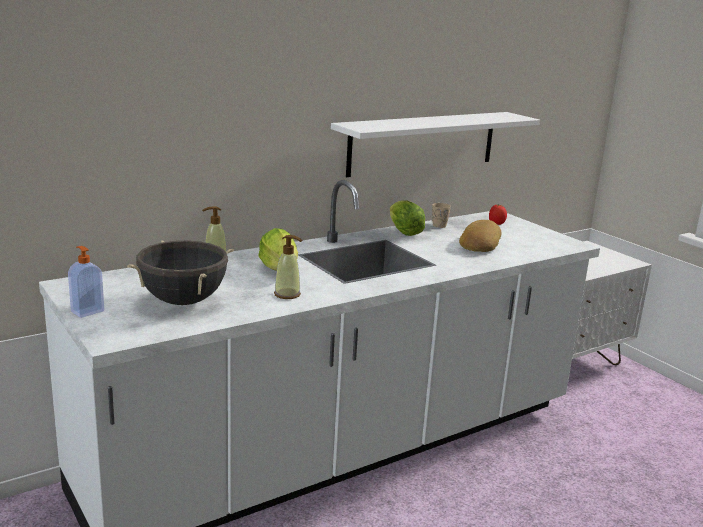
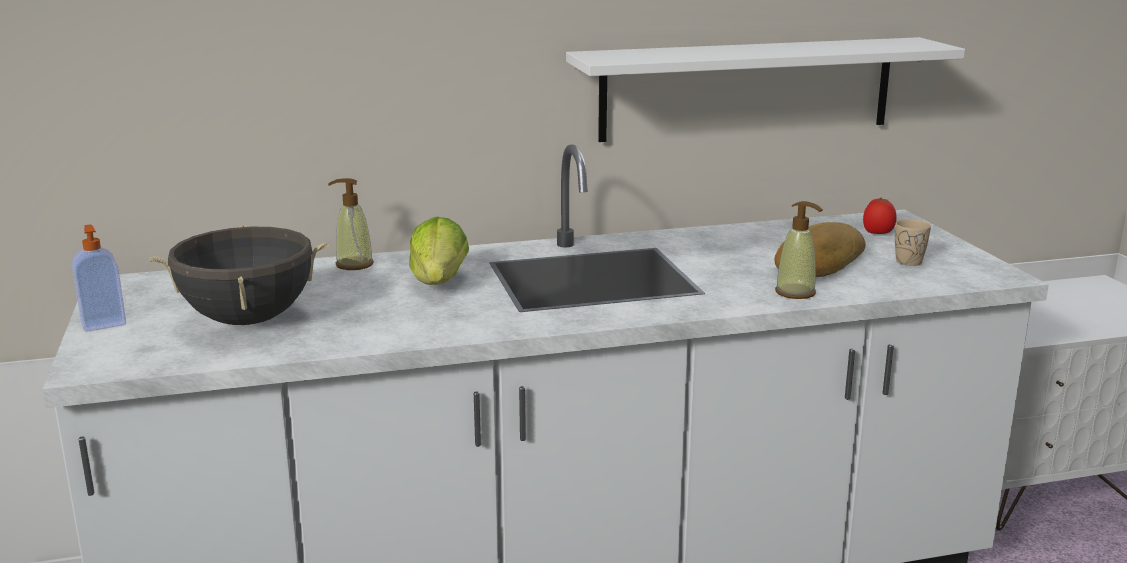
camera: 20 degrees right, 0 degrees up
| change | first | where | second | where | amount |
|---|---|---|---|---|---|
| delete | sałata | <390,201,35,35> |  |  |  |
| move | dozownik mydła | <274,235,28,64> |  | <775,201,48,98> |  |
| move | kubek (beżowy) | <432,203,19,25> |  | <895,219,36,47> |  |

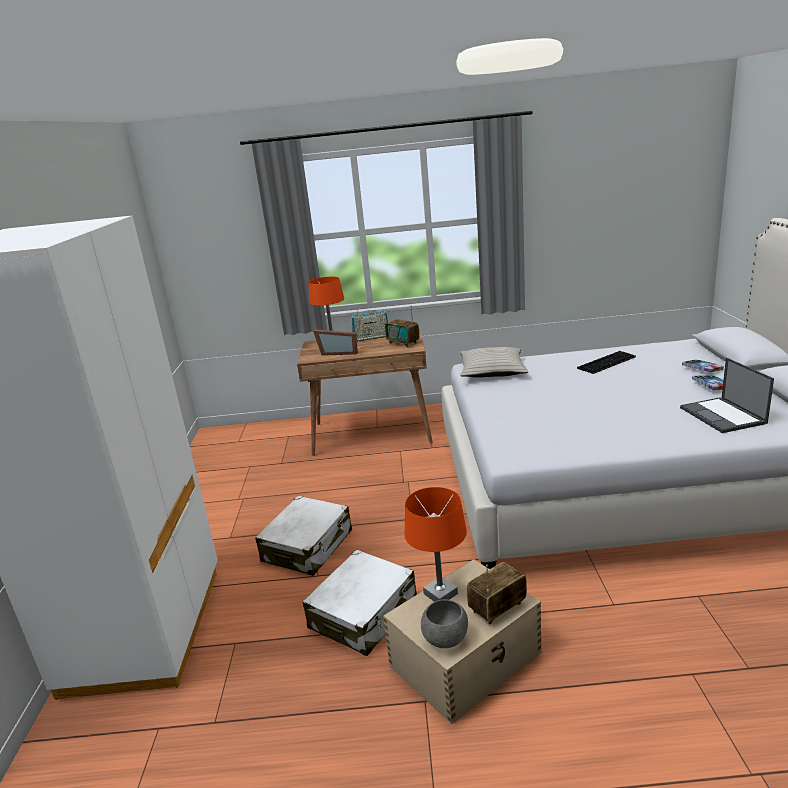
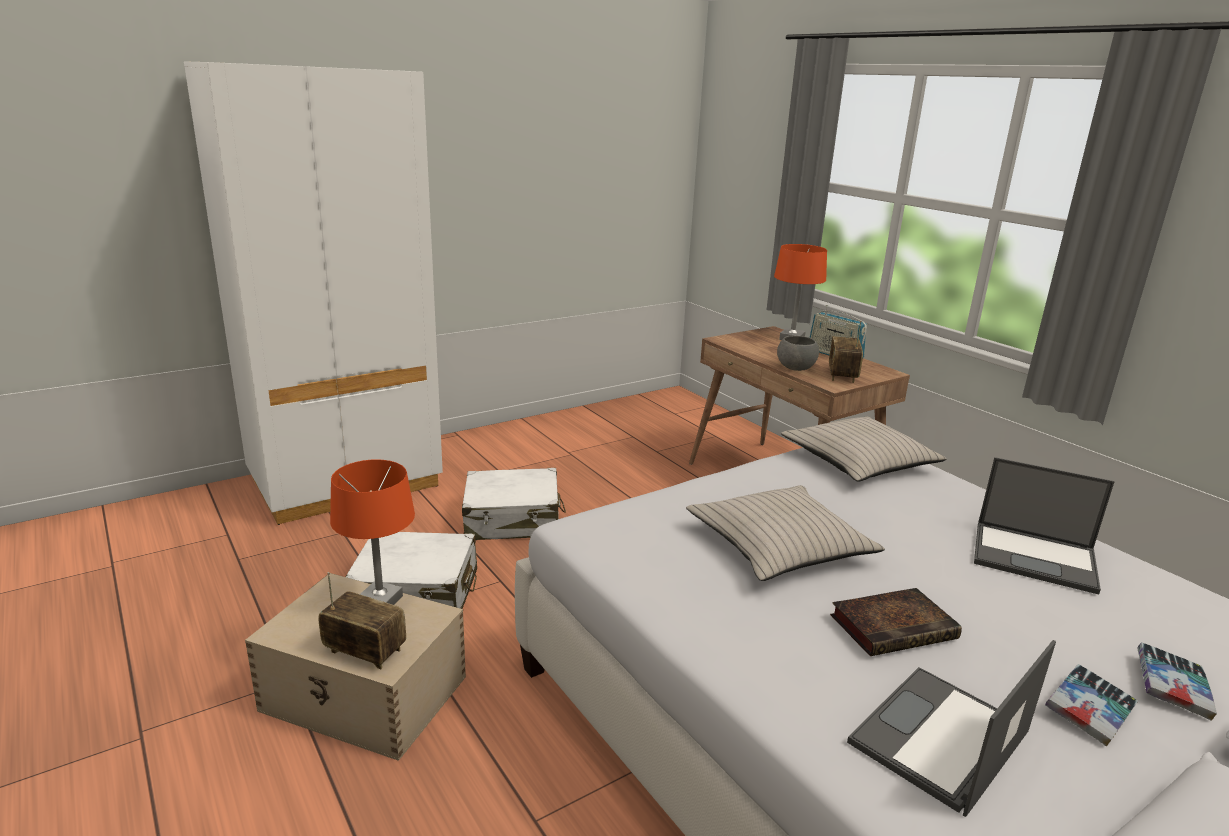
camera: 55 degrees right, 0 degrees up
| change | first | where | second | where | amount |
|---|---|---|---|---|---|
| delete | ramka na zdjęcie | <313,329,45,27> |  |  |  |
| insert |  |  | poduszka (beżowy) | <686,485,199,96> |  |
| insert |  |  | książka | <830,588,132,68> |  |
| move | miska (szary) | <421,599,47,49> |  | <777,335,42,36> |  |
| replace | klawiatura | <577,351,59,23> | laptop | <974,457,140,138> |  |

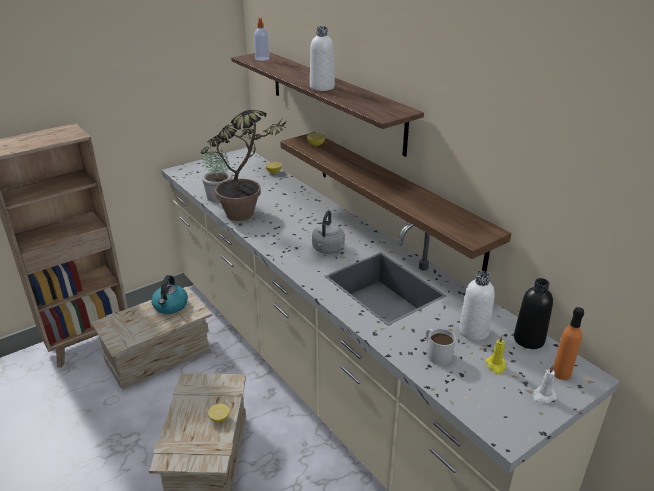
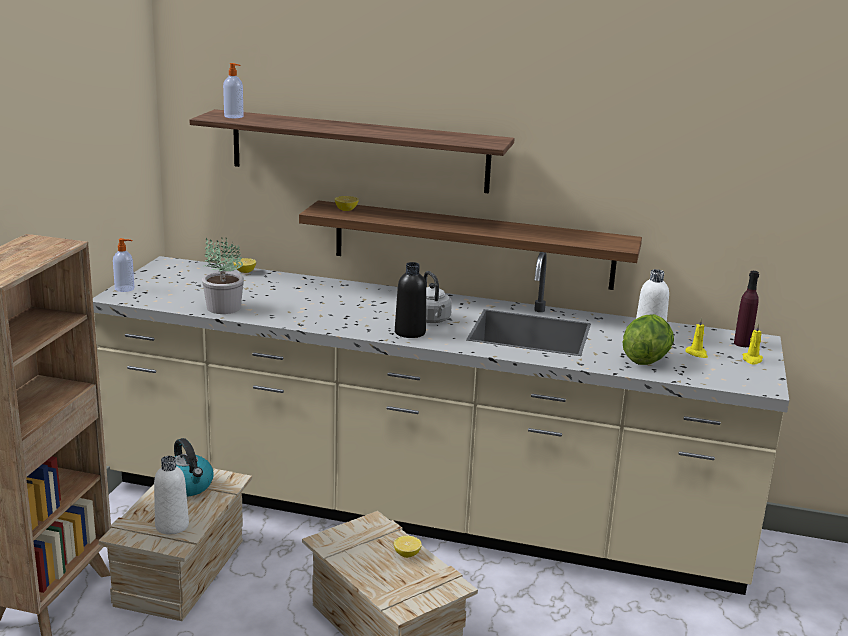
camera: 40 degrees left, 10 degrees down
| change | first | where | second | where | amount |
|---|---|---|---|---|---|
| delete | roślina doniczkowa | <201,110,85,111> |  |  |  |
| insert |  |  | dozownik mydła | <113,238,21,54> |  |
| move | butelka (biały) | <310,26,25,65> |  | <154,456,35,79> |  |
| move | butelka (czarny) | <514,278,39,71> |  | <395,262,31,76> |  |
| replace | kubek (biały) | <426,329,30,36> | sałata | <622,314,52,51> |  |
| recolor | świeca (biały) | <533,365,24,39> | świeca (żółty) | <743,323,20,42> |  |
| recolor | butelka (pomarańczowy) | <553,307,31,73> | butelka (fioletowy) | <734,271,25,76> |  |

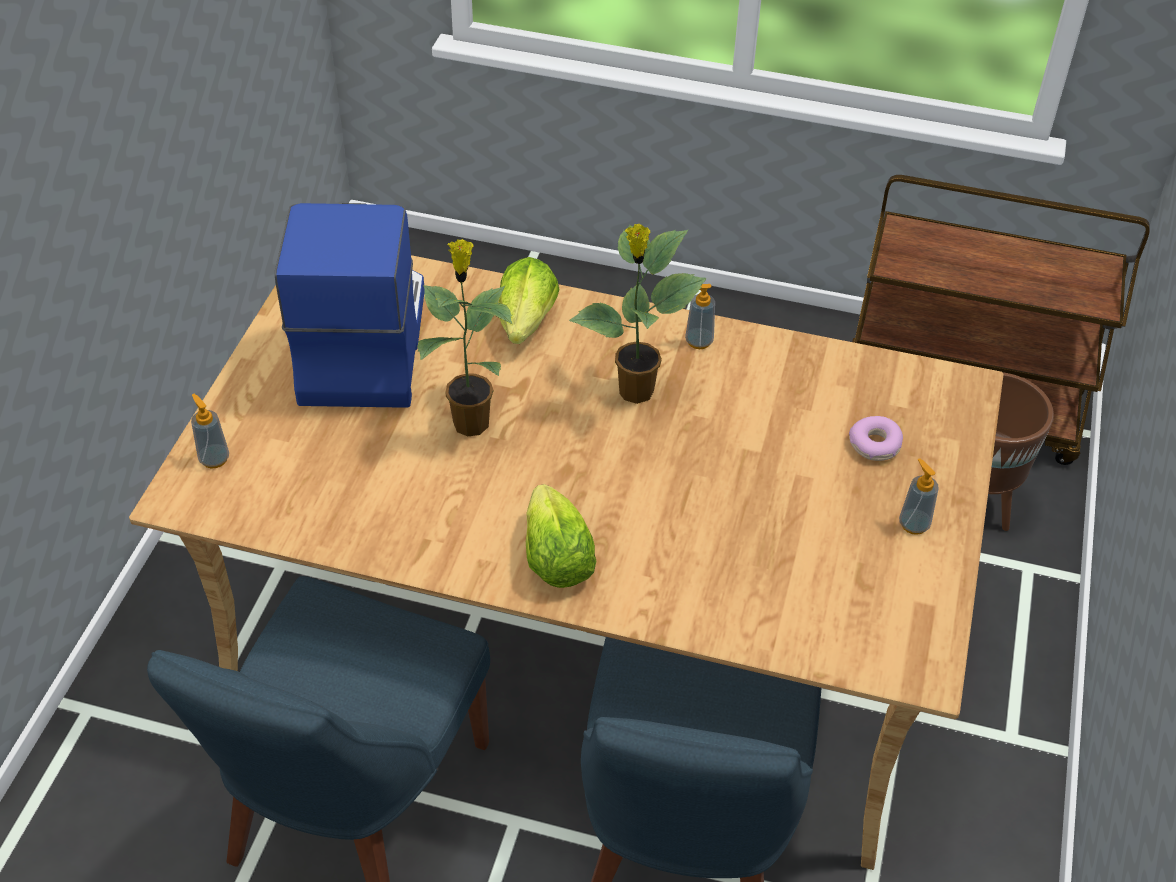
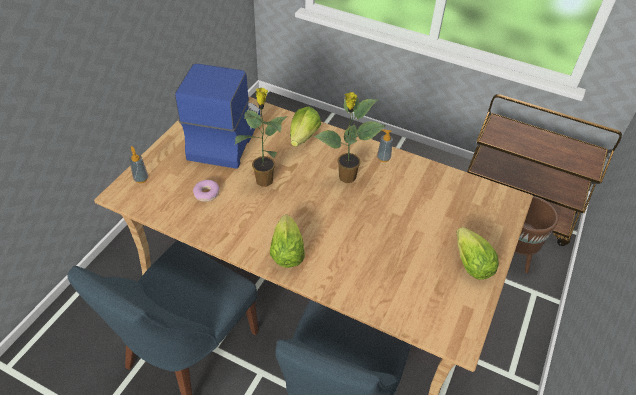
camera: 10 degrees right, 0 degrees up
| change | first | where | second | where | amount |
|---|---|---|---|---|---|
| move | donut | <849,416,54,45> |  | <193,180,27,22> |  |
| replace | dozownik mydła | <899,458,40,77> | sałata | <456,227,43,53> |  |

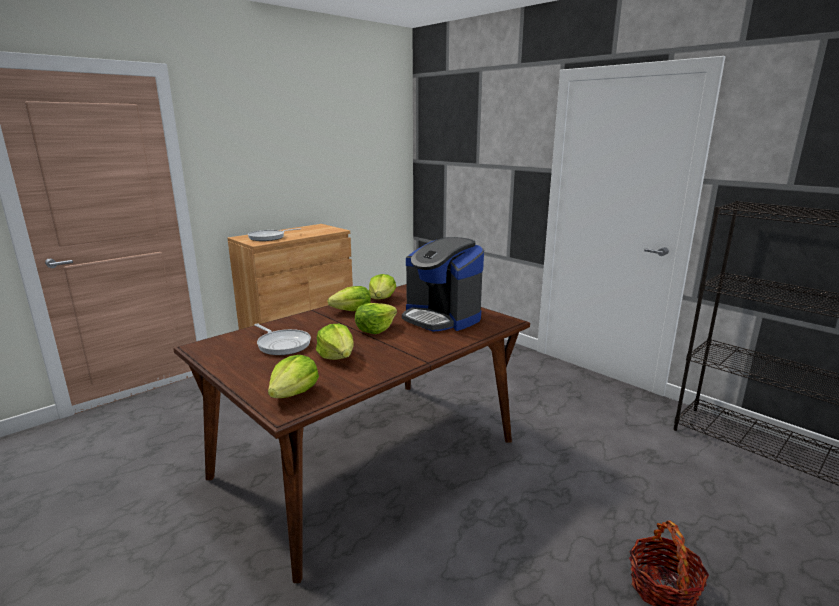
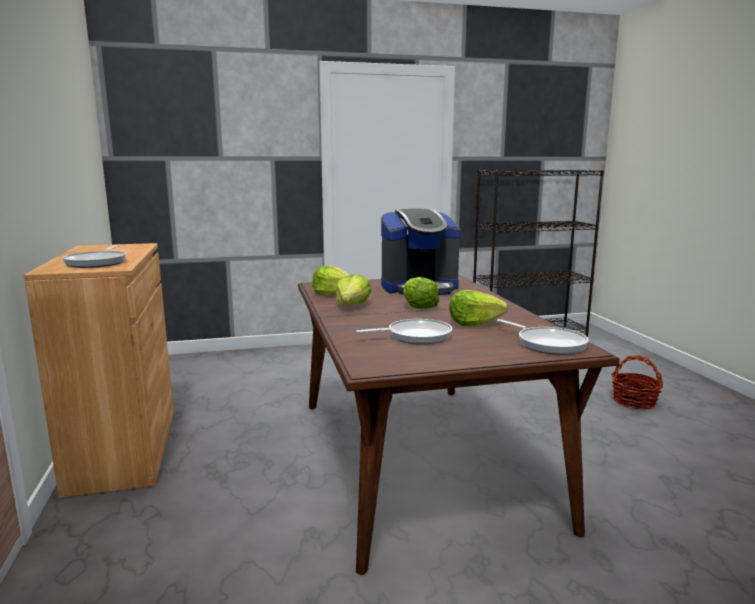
camera: 60 degrees left, 5 degrees down
| change | first | where | second | where | amount |
|---|---|---|---|---|---|
| replace | sałata | <268,355,51,43> | patelnia | <497,319,92,36> |  |

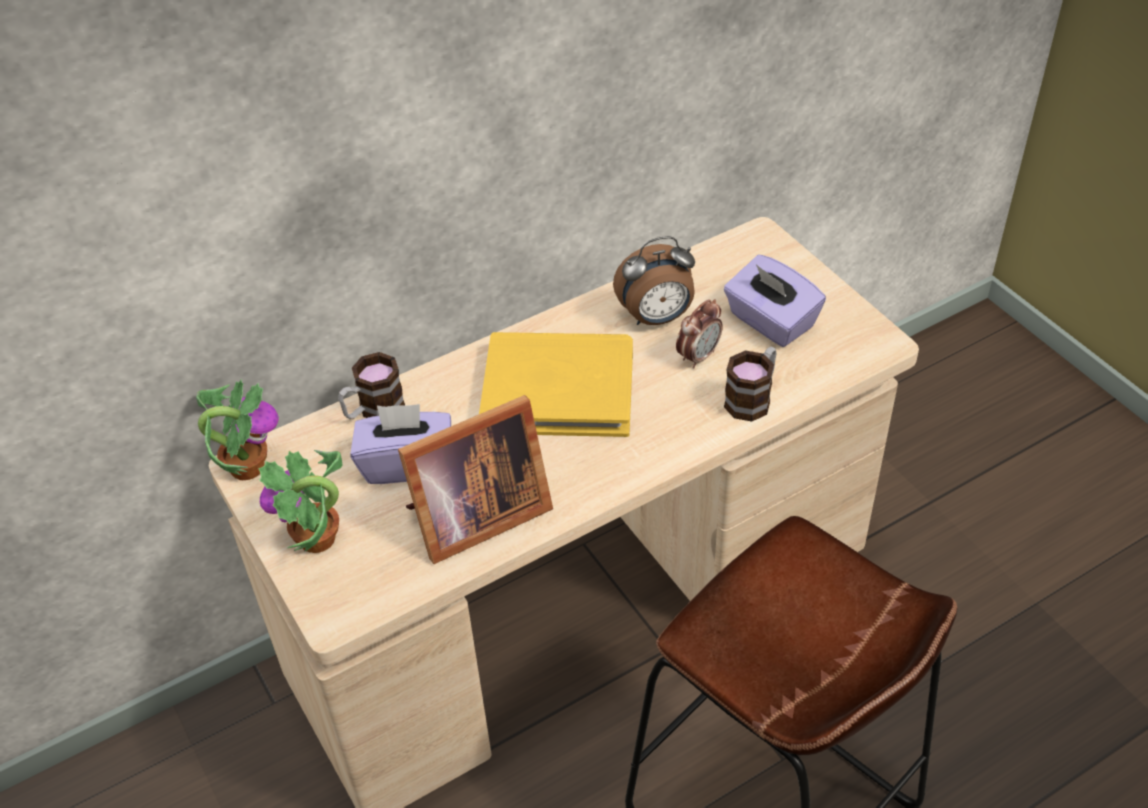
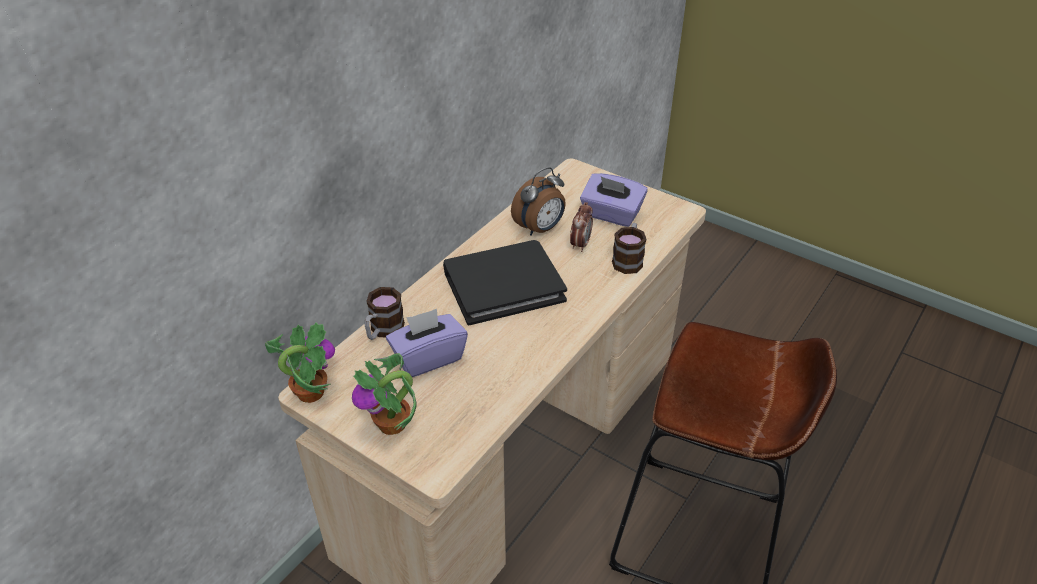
camera: 25 degrees left, 5 degrees down
| change | first | where | second | where | amount |
|---|---|---|---|---|---|
| delete | ramka na zdjęcie | <398,395,155,169> |  |  |  |
| recolor | książka (żółty) | <479,332,154,105> | książka (czarny) | <443,240,124,85> |  |

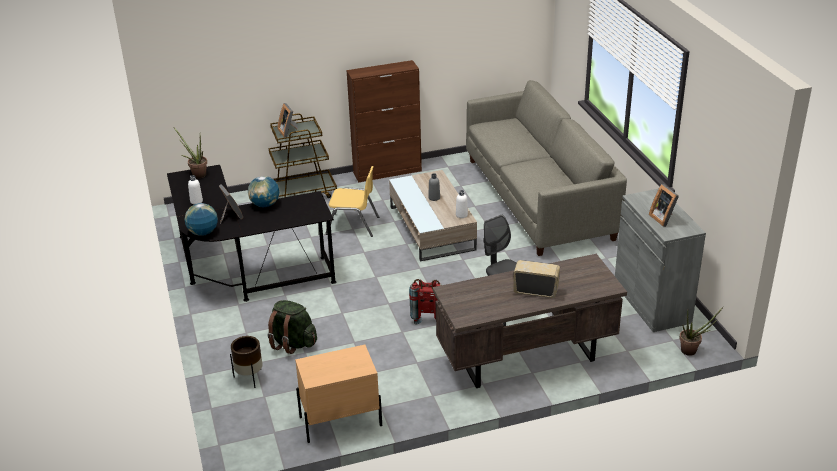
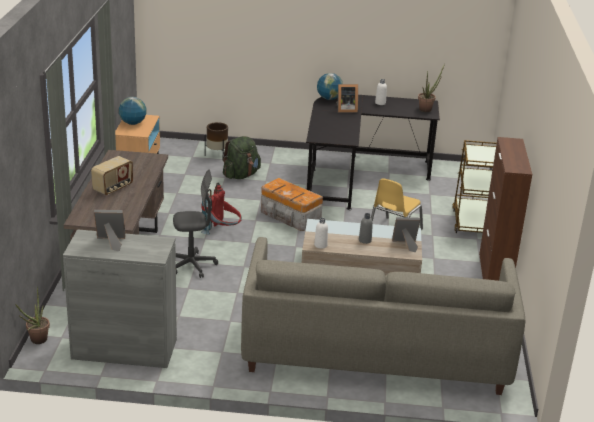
camera: 110 degrees right, 5 degrees down
| change | first | where | second | where | amount |
|---|---|---|---|---|---|
| insert |  |  | pojemnik do przechowywania | <261,178,62,53> |  |
| move | globus | <248,176,31,31> |  | <119,97,28,28> |  |
| move | ramka na zdjęcie | <278,103,20,35> |  | <392,217,28,35> |  |

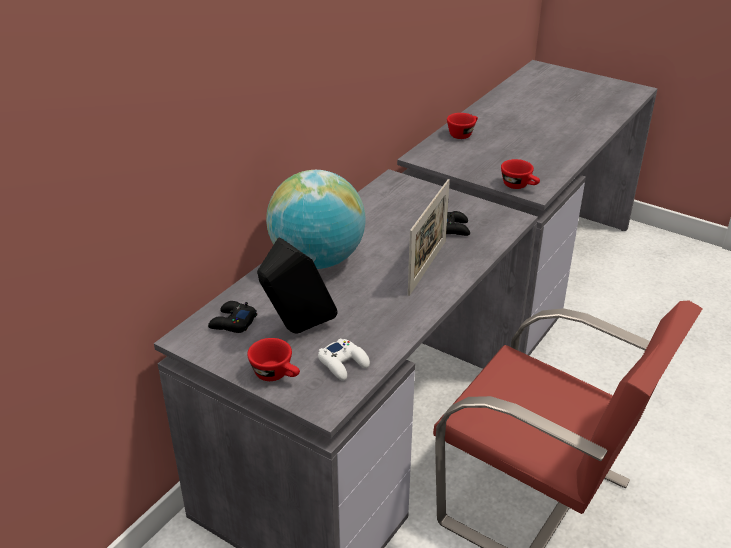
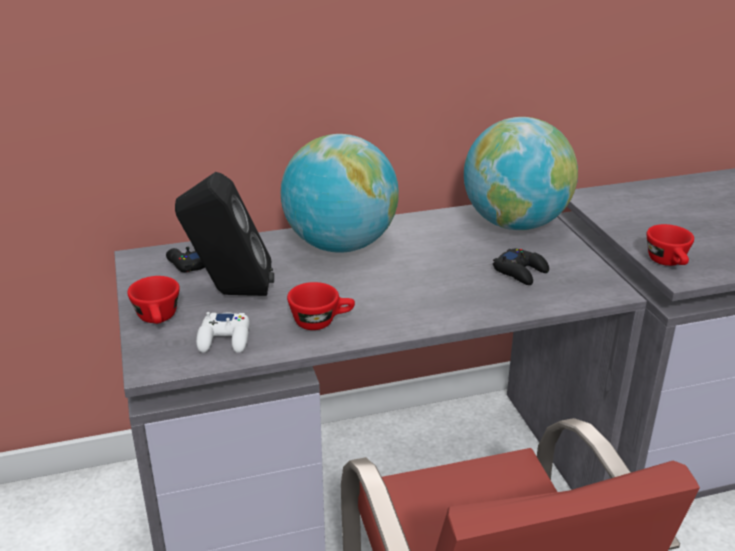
camera: 40 degrees right, 5 degrees down
| change | first | where | second | where | amount |
|---|---|---|---|---|---|
| delete | ramka na zdjęcie | <408,179,42,117> |  |  |  |
| insert |  |  | globus | <464,117,114,113> |  |
| move | filiżanka (czerwony) | <447,113,31,26> |  | <287,282,68,48> |  |

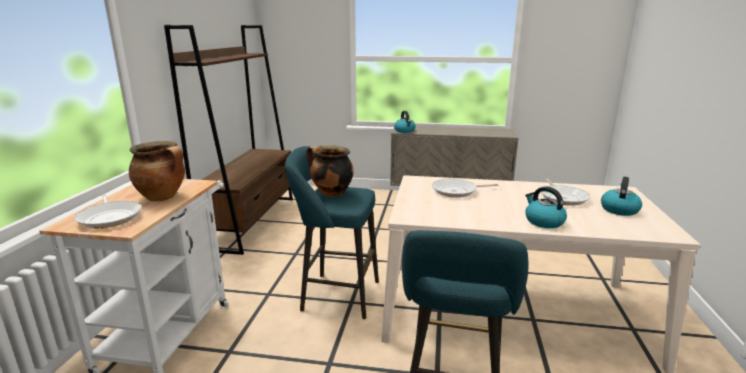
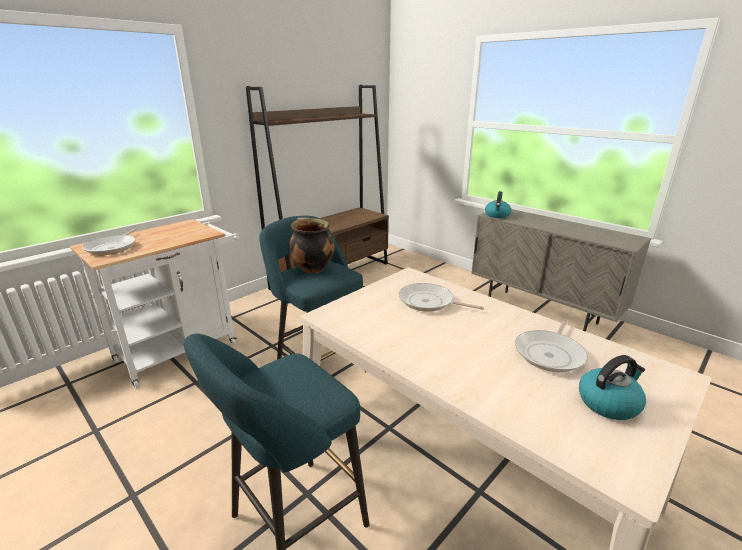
camera: 35 degrees right, 5 degrees up
| change | first | where | second | where | amount |
|---|---|---|---|---|---|
| delete | garnek | <129,141,56,60> |  |  |  |
| delete | czajnik | <525,186,42,42> |  |  |  |

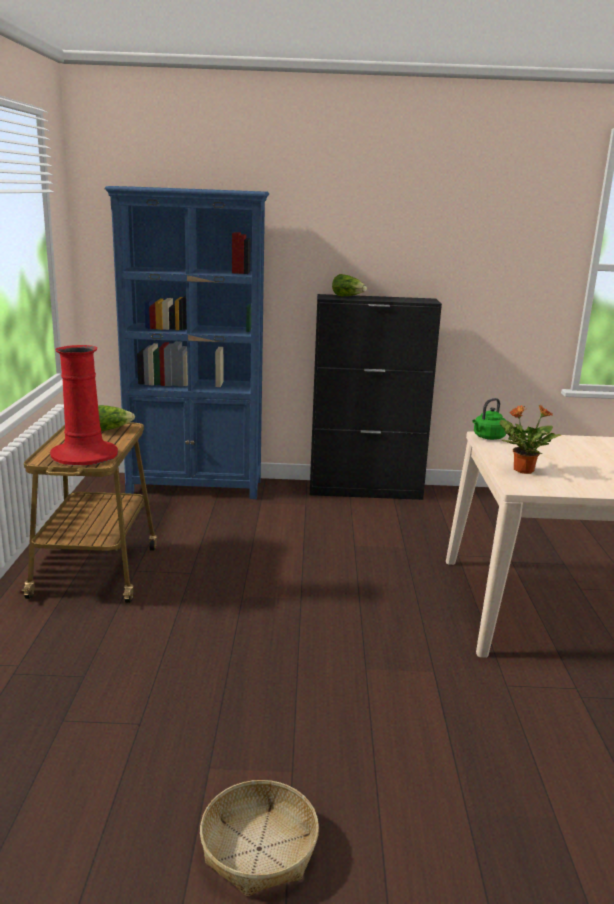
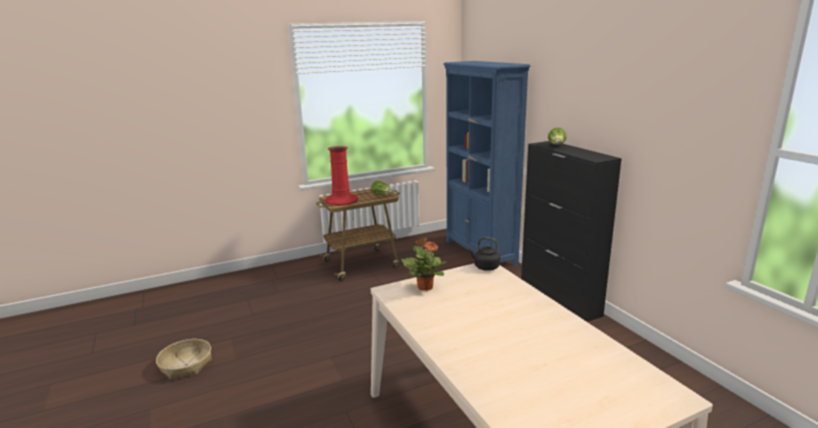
camera: 65 degrees right, 0 degrees up
| change | first | where | second | where | amount |
|---|---|---|---|---|---|
| recolor | czajnik (zielony) | <472,398,34,42> | czajnik (czarny) | <468,237,32,34> |  |

